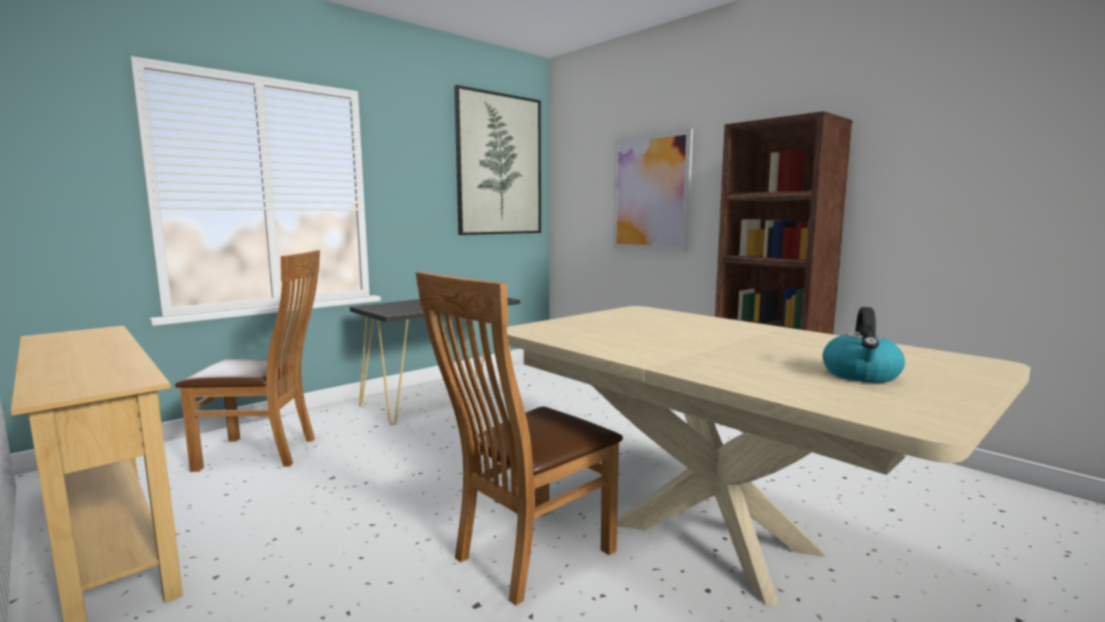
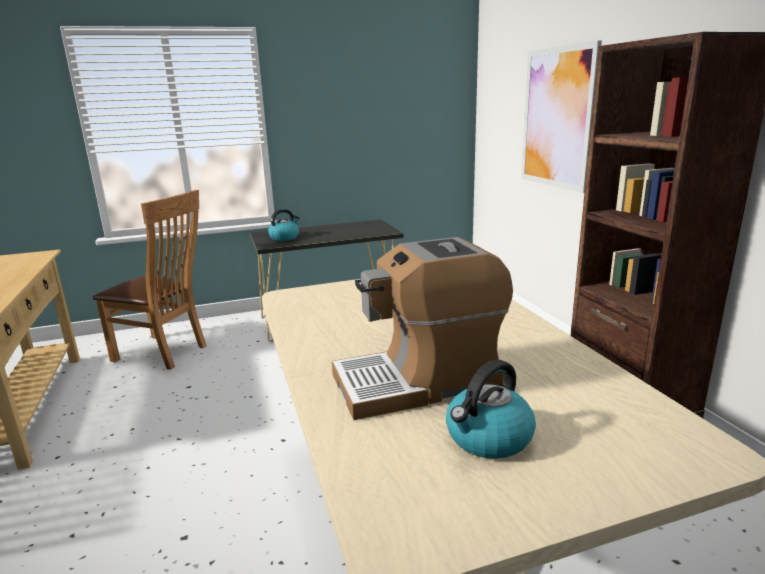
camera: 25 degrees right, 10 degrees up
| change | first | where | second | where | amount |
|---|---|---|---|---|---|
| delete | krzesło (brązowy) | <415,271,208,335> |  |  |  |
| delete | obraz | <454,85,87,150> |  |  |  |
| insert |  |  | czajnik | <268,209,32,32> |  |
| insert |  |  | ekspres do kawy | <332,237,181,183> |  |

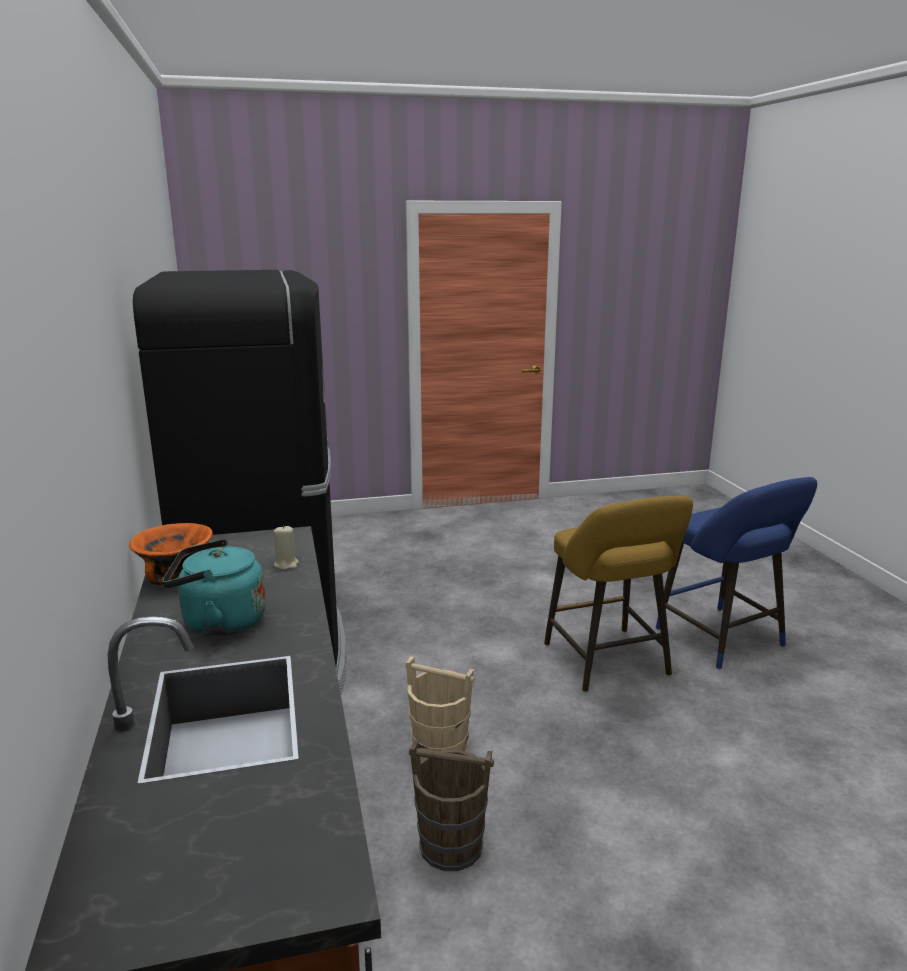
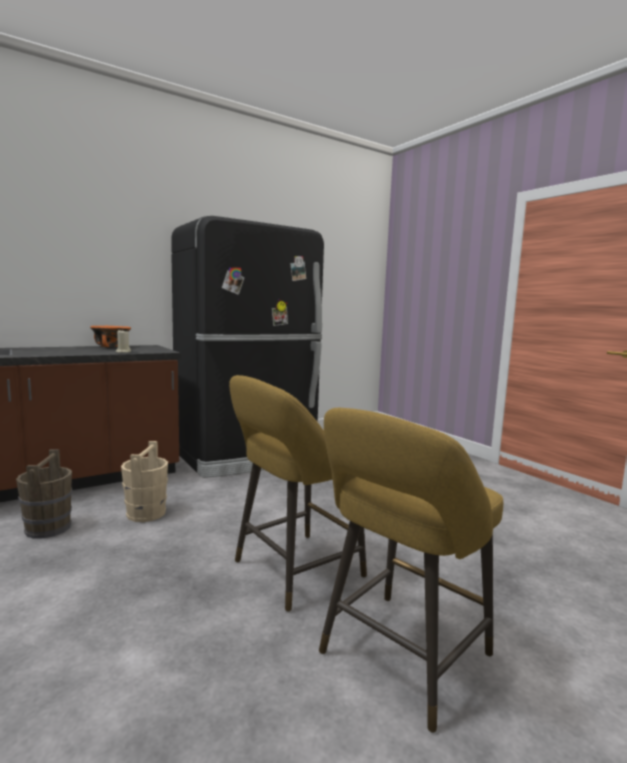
camera: 70 degrees right, 10 degrees down
| change | first | where | second | where | amount |
|---|---|---|---|---|---|
| delete | czajnik (turkusowy) | <162,539,104,97> |  |  |  |
| recolor | stołek (niebieski) | <656,477,161,192> | stołek (żółty) | <319,408,184,325> |  |

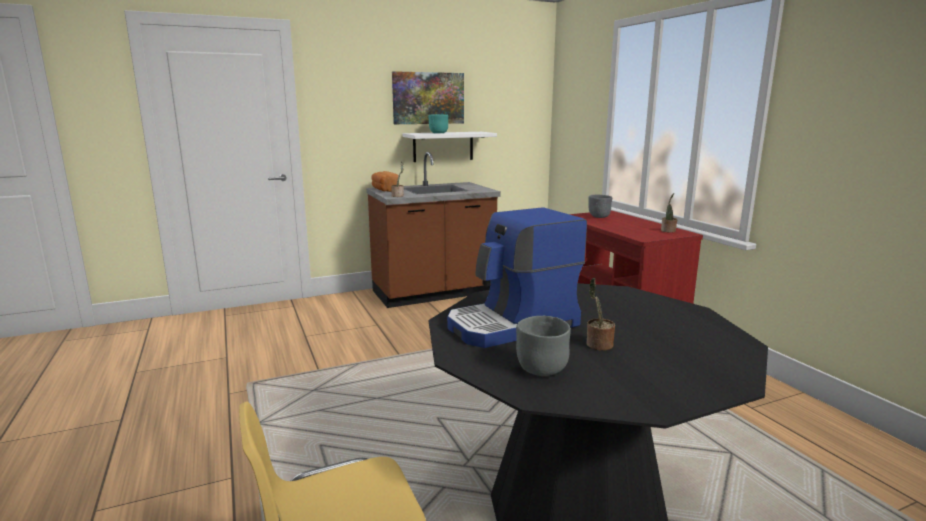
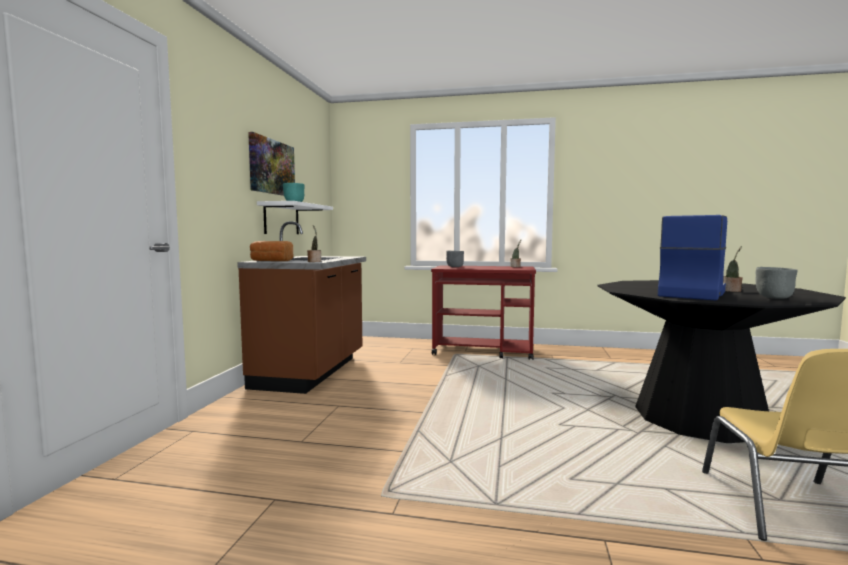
camera: 55 degrees left, 10 degrees down
| change | first | where | second | where | amount |
|---|---|---|---|---|---|
| rotate | ekspres do kawy | <447,207,140,141> |  | <658,215,69,86> | 150 degrees counterclockwise |

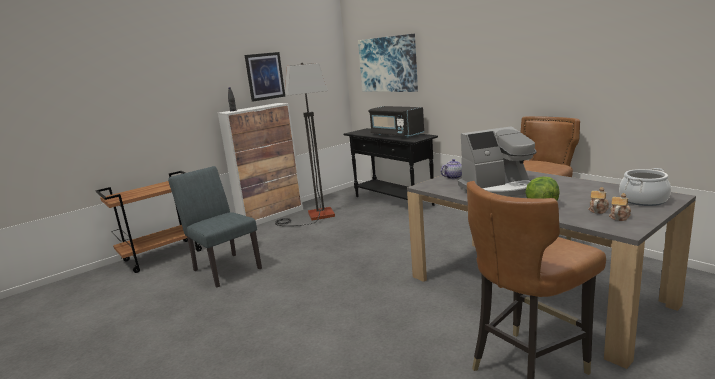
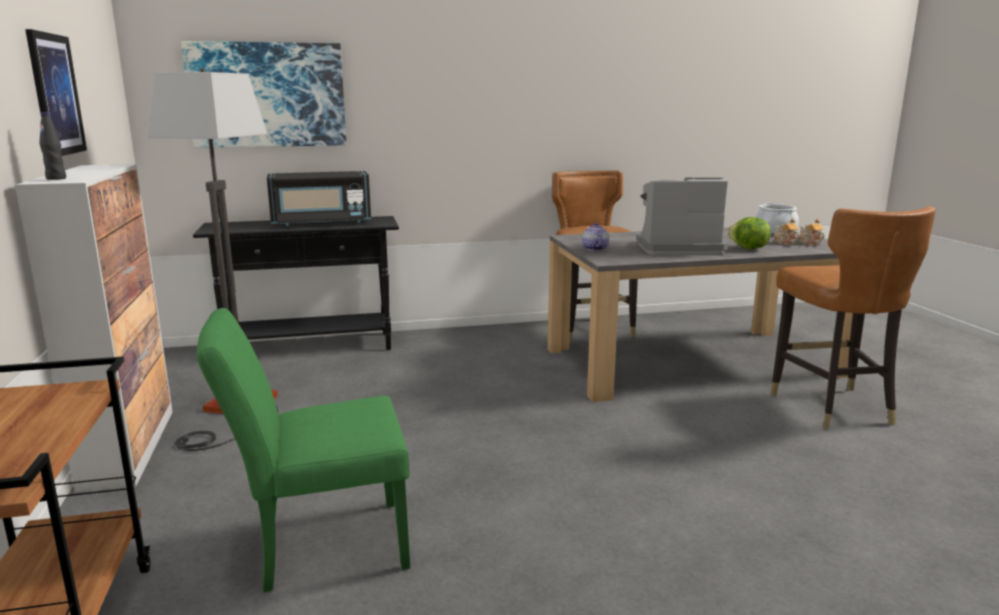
camera: 65 degrees left, 0 degrees up
| change | first | where | second | where | amount |
|---|---|---|---|---|---|
| recolor | krzesło (szary) | <168,166,94,121> | krzesło (zielony) | <197,308,213,284> |  |
| rotate | ekspres do kawy | <458,126,79,72> |  | <636,178,92,77> | 105 degrees counterclockwise |

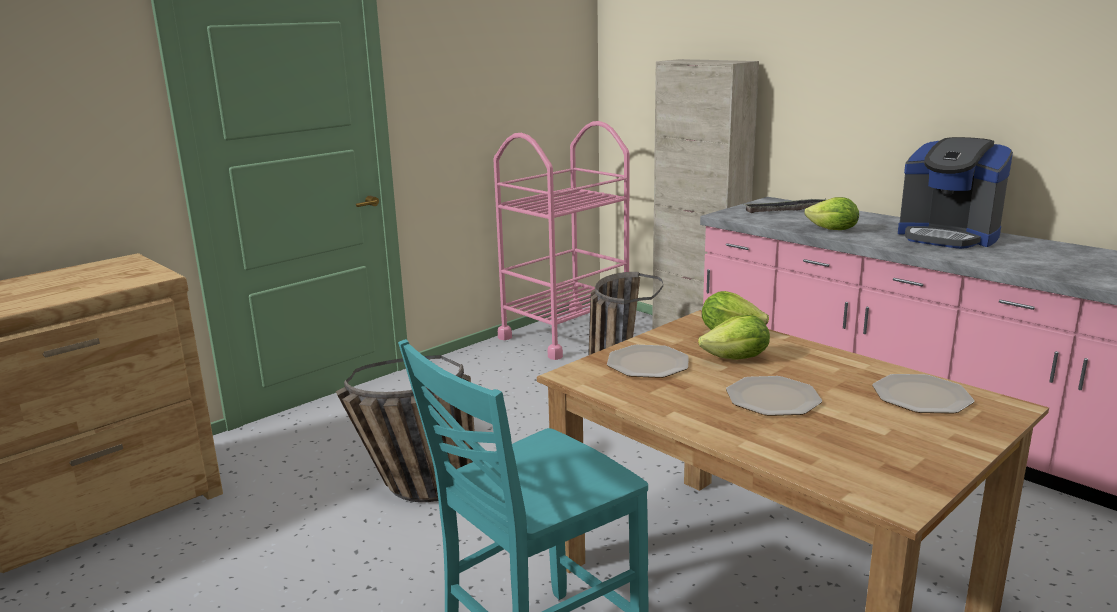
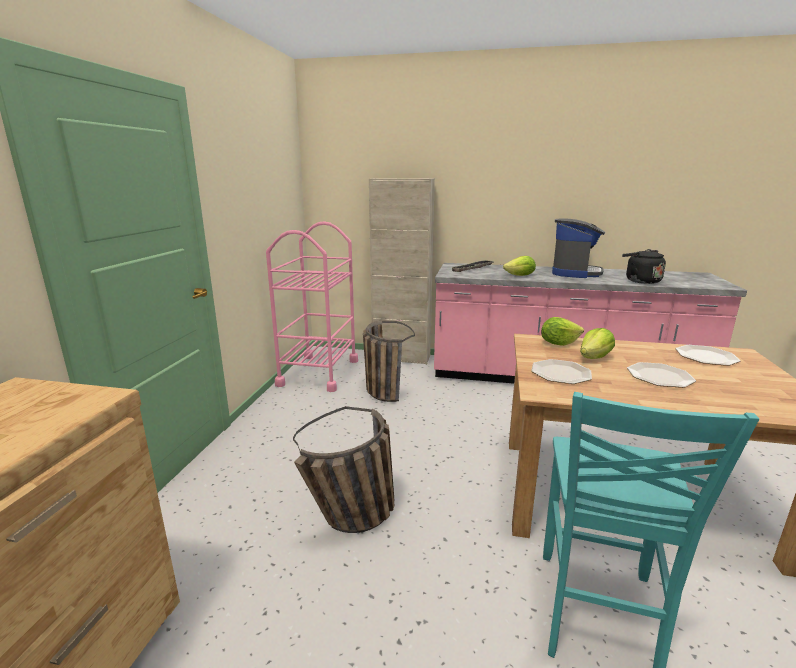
camera: 35 degrees left, 0 degrees up
| change | first | where | second | where | amount |
|---|---|---|---|---|---|
| insert |  |  | czajnik (czarny) | <622,249,44,35> |  |
| rotate | ekspres do kawy | <898,137,115,112> |  | <552,218,53,60> | 75 degrees counterclockwise |

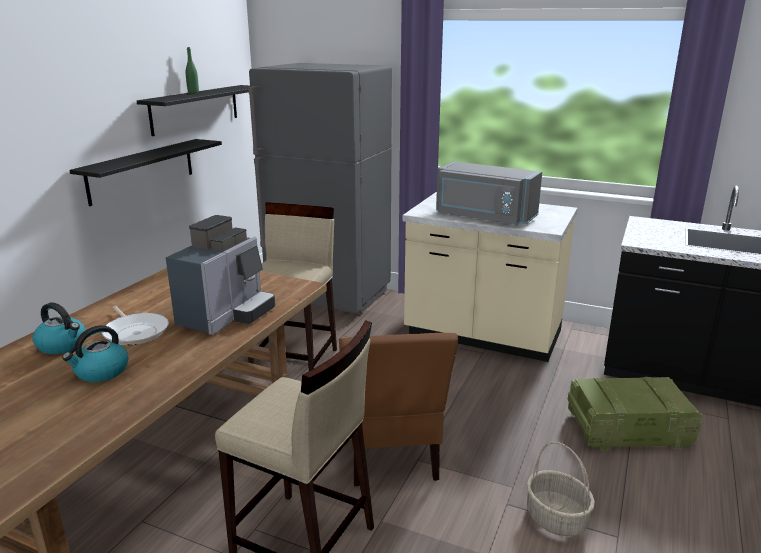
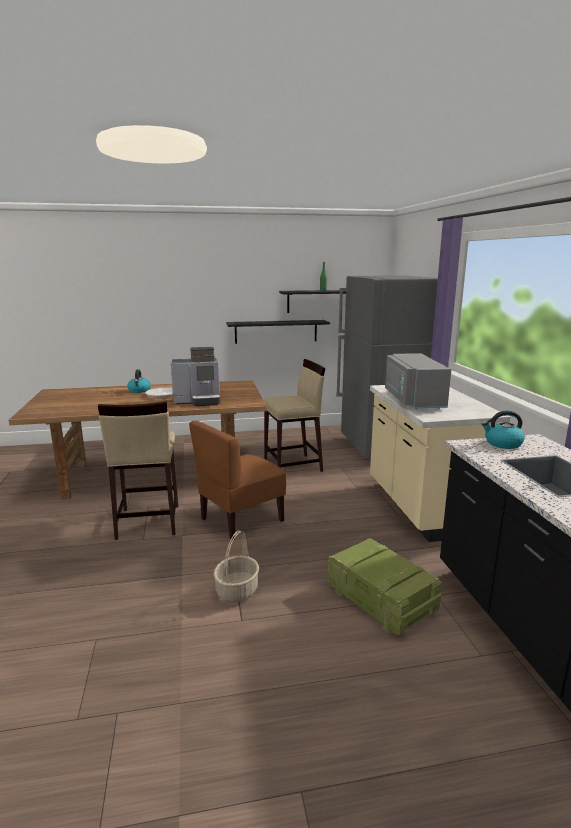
camera: 55 degrees right, 5 degrees down
| change | first | where | second | where | amount |
|---|---|---|---|---|---|
| move | czajnik | <63,325,65,57> |  | <482,411,43,38> |  |

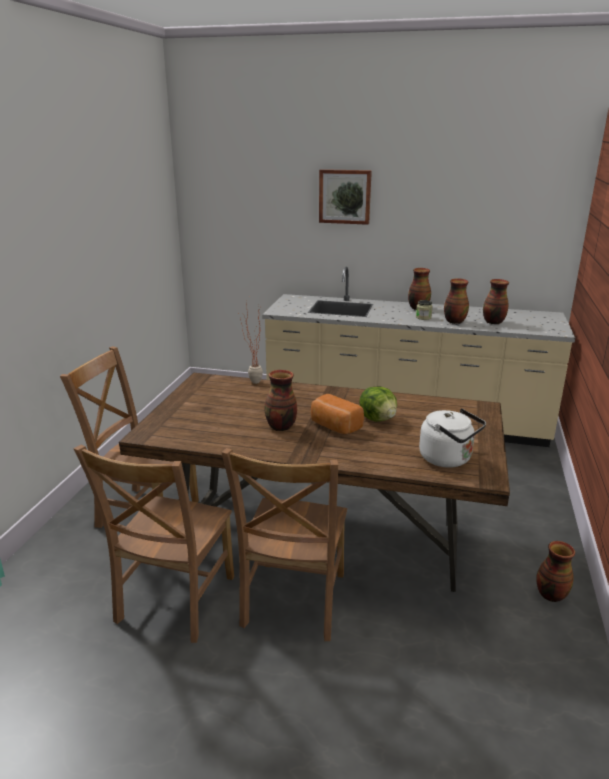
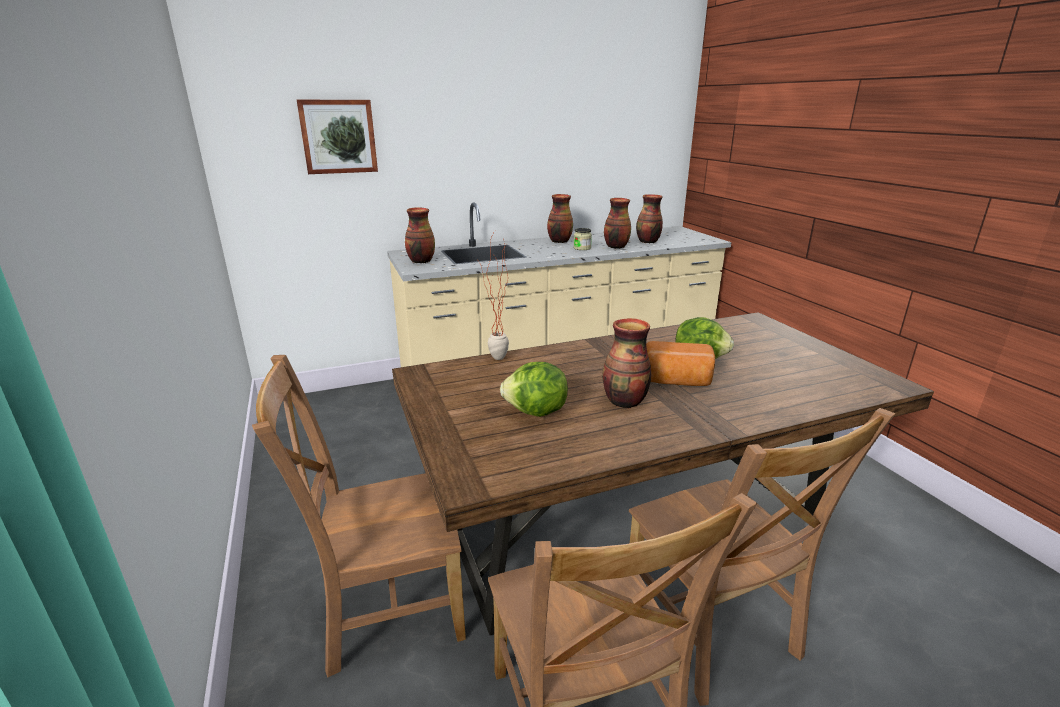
camera: 35 degrees left, 0 degrees up
| change | first | where | second | where | amount |
|---|---|---|---|---|---|
| delete | czajnik (biały) | <419,408,67,60> |  |  |  |
| insert |  |  | sałata | <500,362,68,55> |  |
| move | obraz | <319,169,53,56> |  | <297,100,81,74> |  |
| move | wazon | <536,541,39,61> |  | <405,207,30,56> |  |

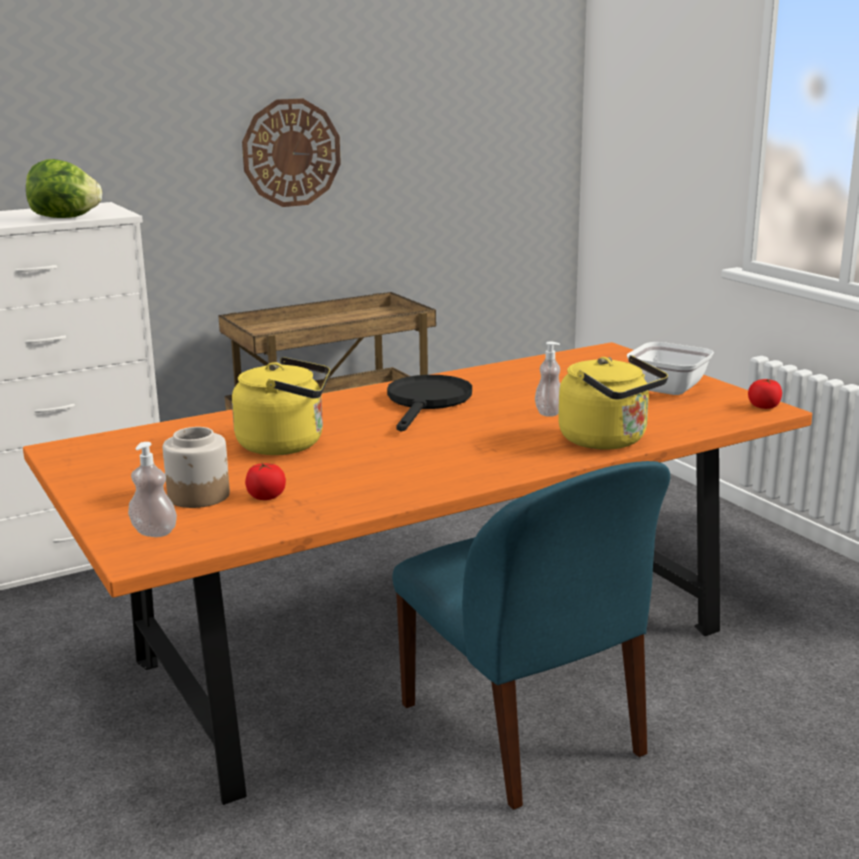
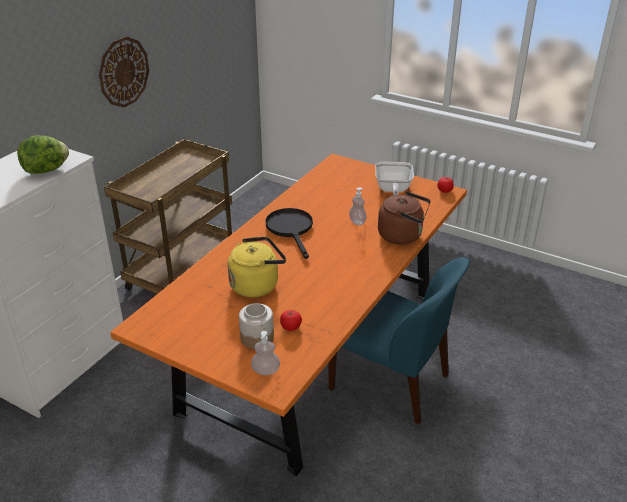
camera: 30 degrees left, 15 degrees up
| change | first | where | second | where | amount |
|---|---|---|---|---|---|
| recolor | czajnik (żółty) | <558,355,110,95> | czajnik (brązowy) | <378,191,53,54> |  |

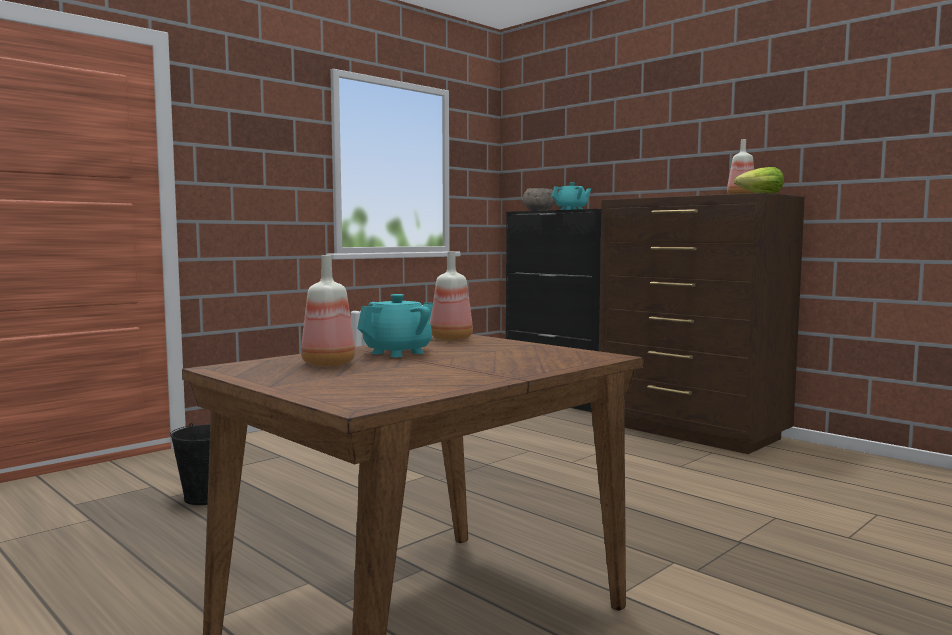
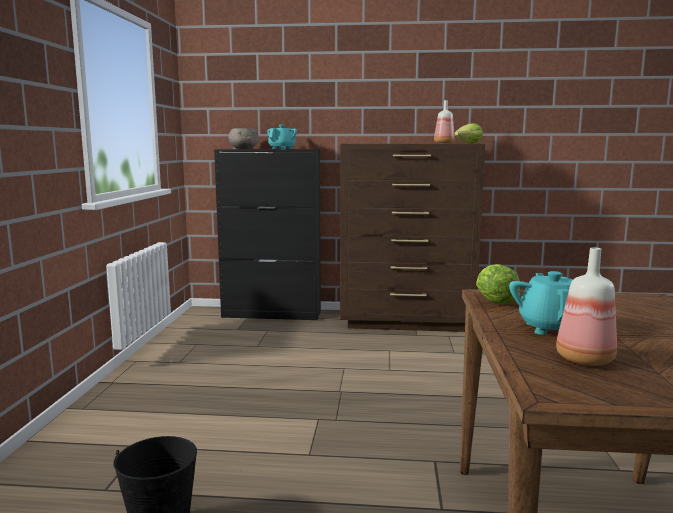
camera: 40 degrees left, 5 degrees up
| change | first | where | second | where | amount |
|---|---|---|---|---|---|
| replace | butelka | <430,251,43,90> | sałata | <476,264,44,40> |  |

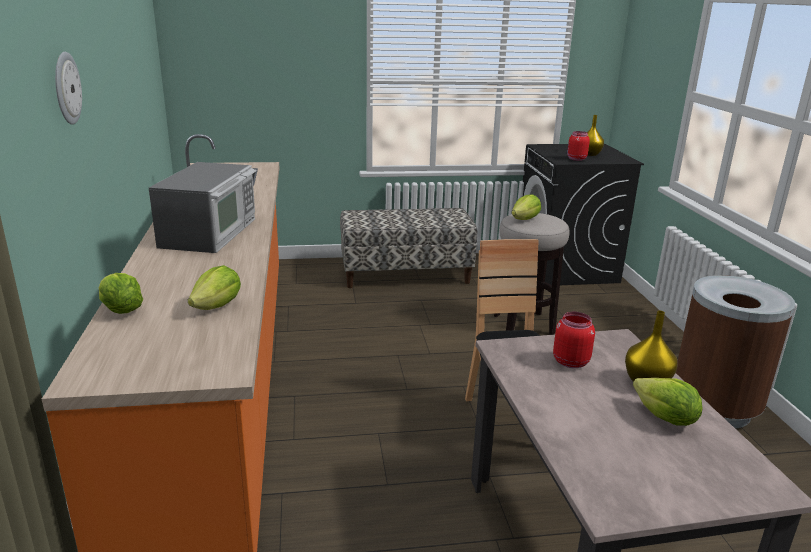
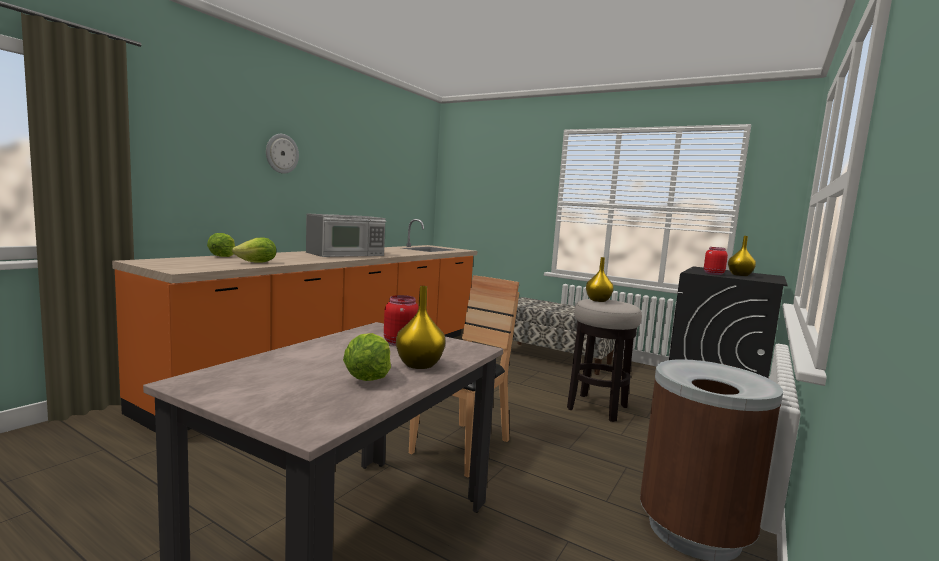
camera: 40 degrees right, 15 degrees down
| change | first | where | second | where | amount |
|---|---|---|---|---|---|
| replace | sałata | <512,194,29,26> | wazon (żółty) | <586,257,28,45> |  |

